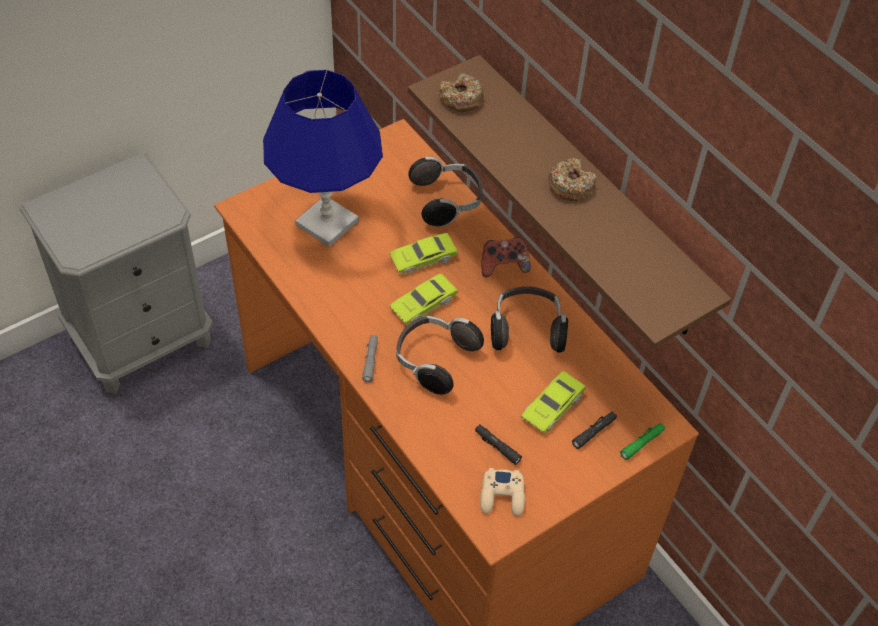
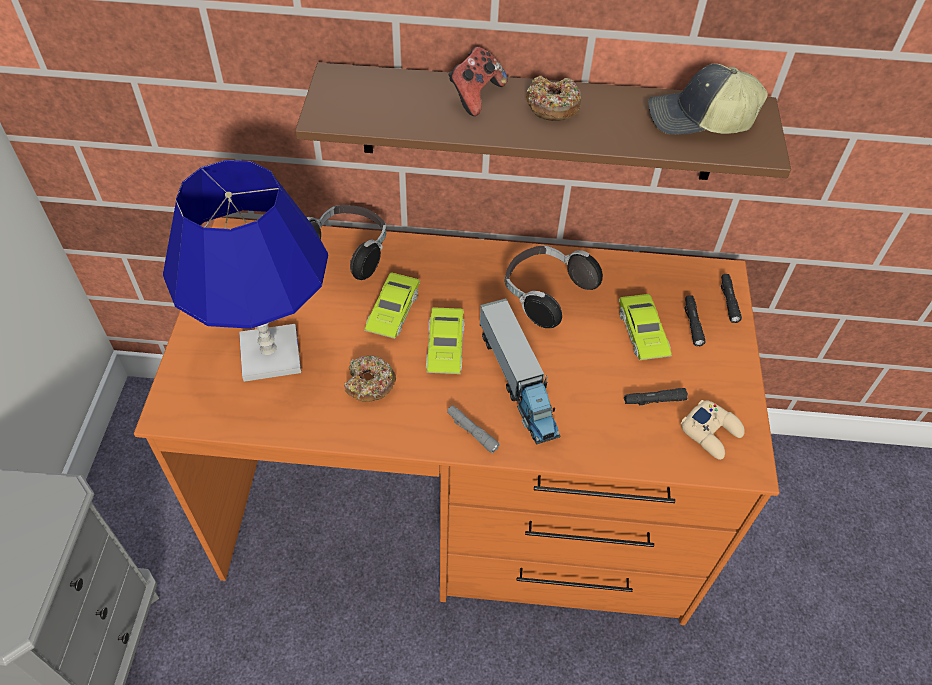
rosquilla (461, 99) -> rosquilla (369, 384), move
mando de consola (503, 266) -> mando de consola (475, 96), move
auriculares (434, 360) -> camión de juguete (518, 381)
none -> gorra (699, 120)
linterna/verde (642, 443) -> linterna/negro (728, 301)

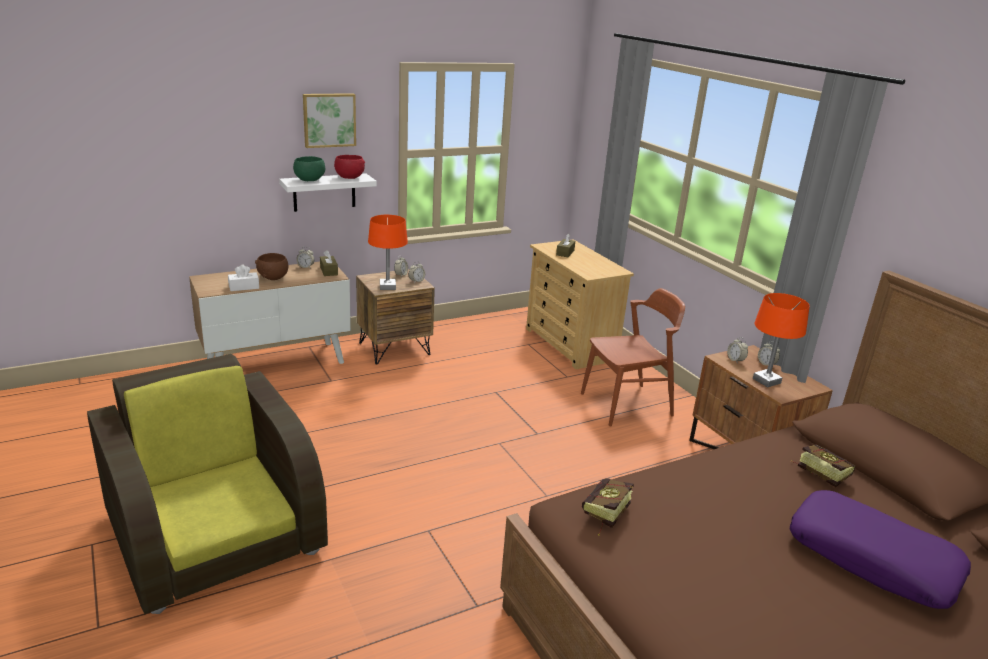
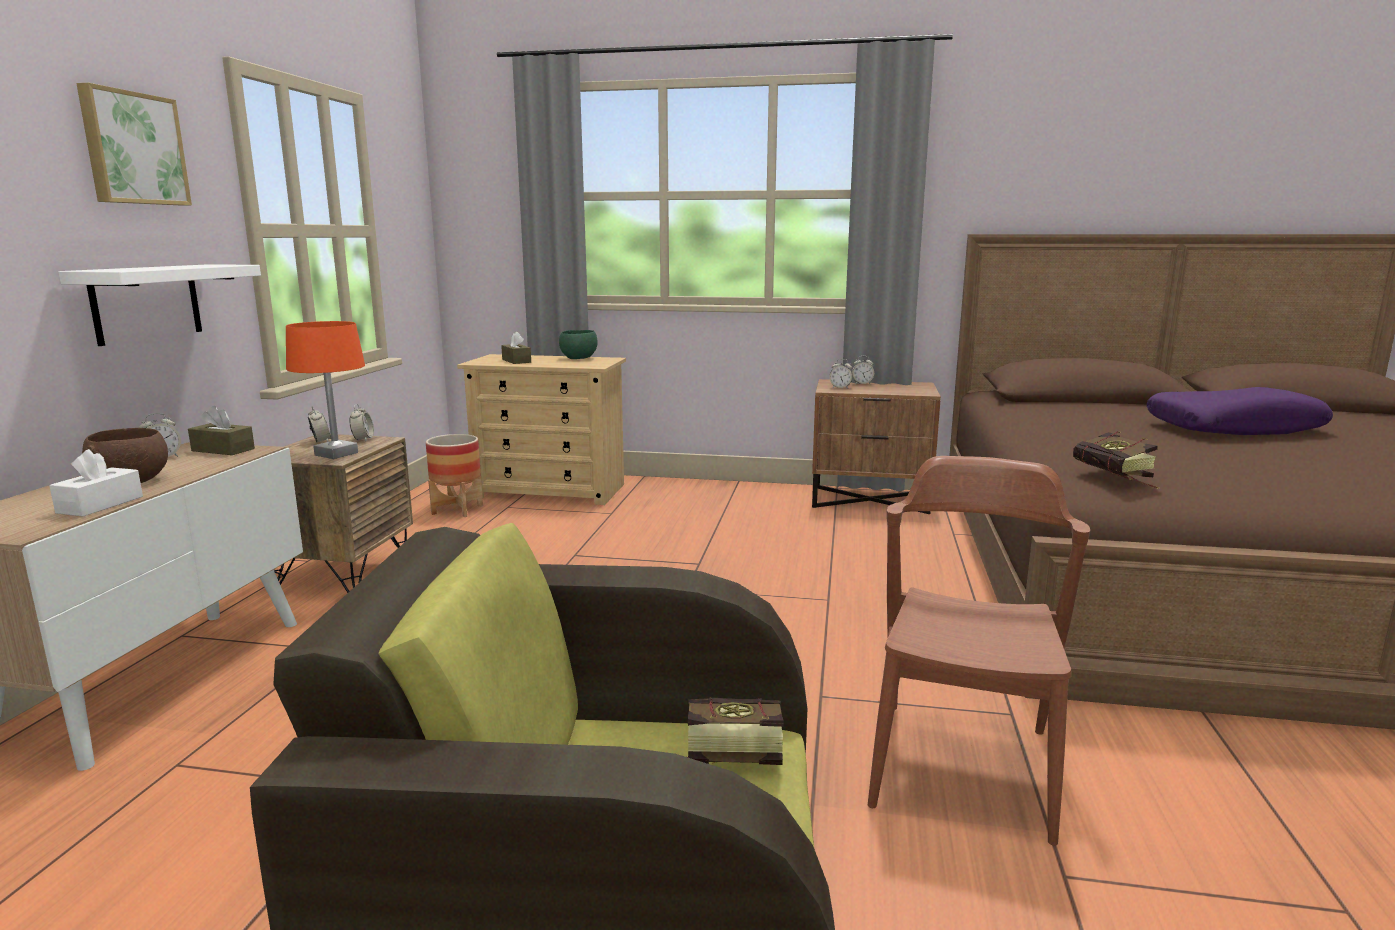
none -> maceta (457, 510)
cuenco/verde (309, 180) -> cuenco/verde (578, 358), move
libro (818, 472) -> libro (722, 753), move
silla/marrón (626, 404) -> silla/marrón (962, 766), move
cuenco/rojo (349, 177) -> none
lámpara de mesa/naranja (767, 381) -> none

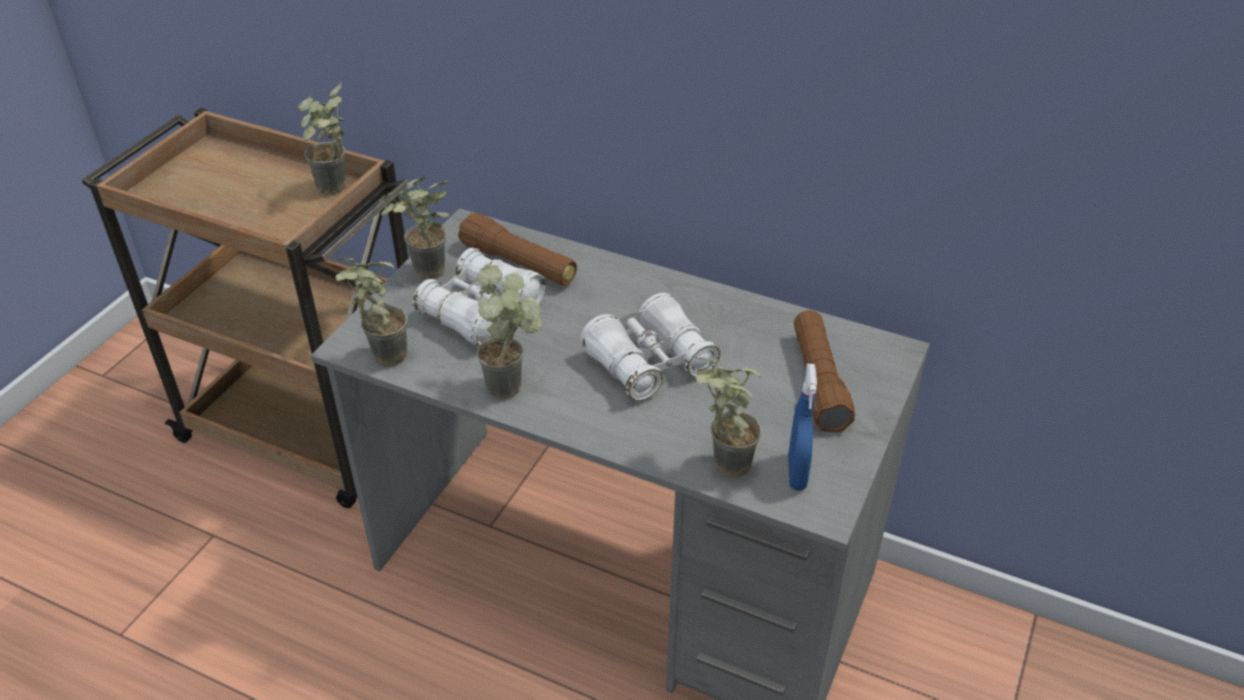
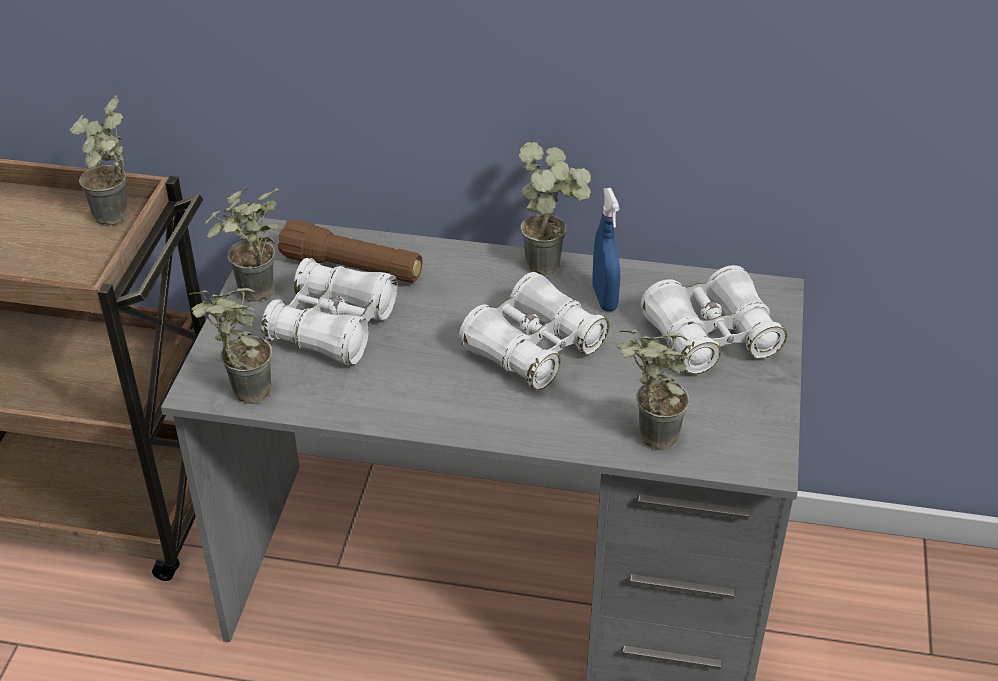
planta en maceta (515, 386) -> planta en maceta (552, 262), move
pulverizador/azul (796, 473) -> pulverizador/azul (604, 298), move
linterna/marrón (818, 382) -> prismáticos/blanco (711, 337)

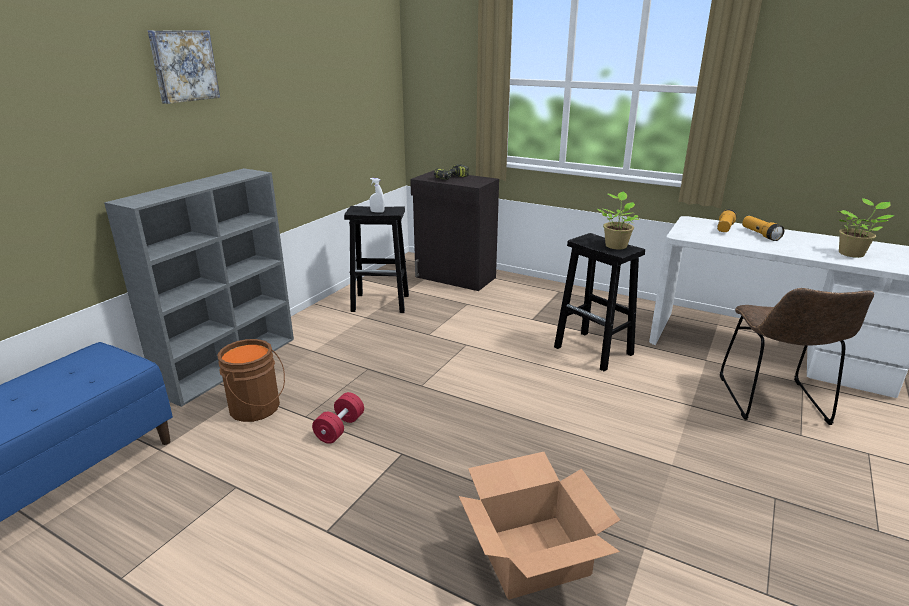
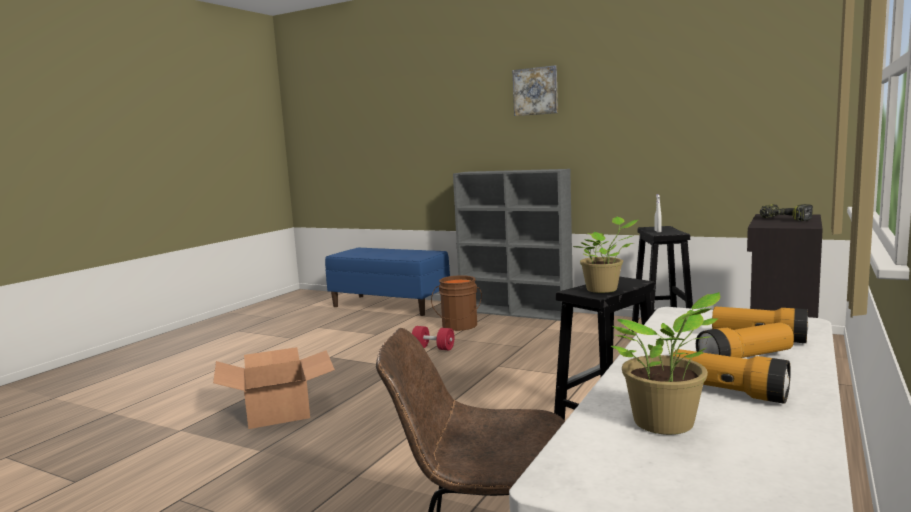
none -> linterna (728, 392)

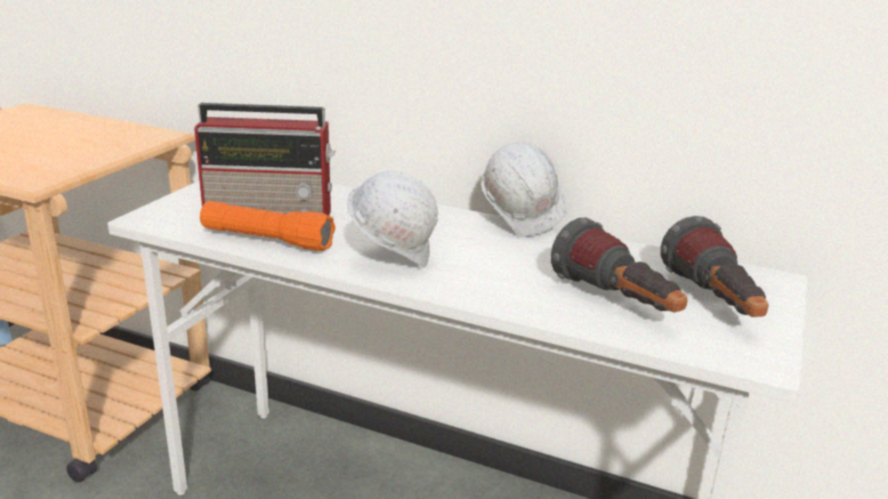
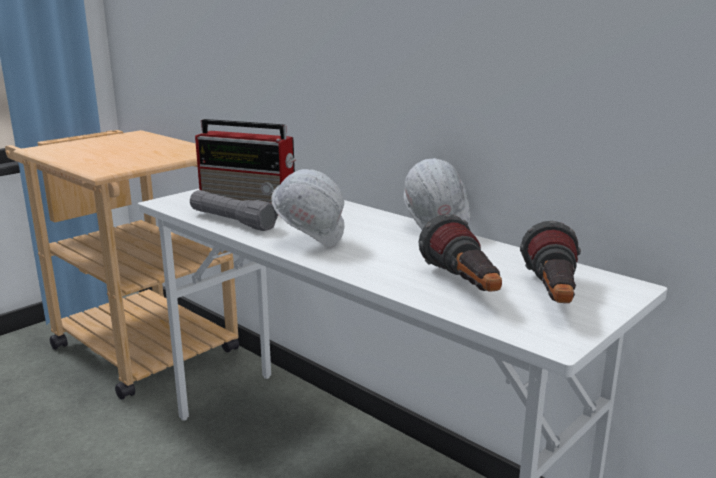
linterna/naranja (267, 240) -> linterna/gris (232, 221)

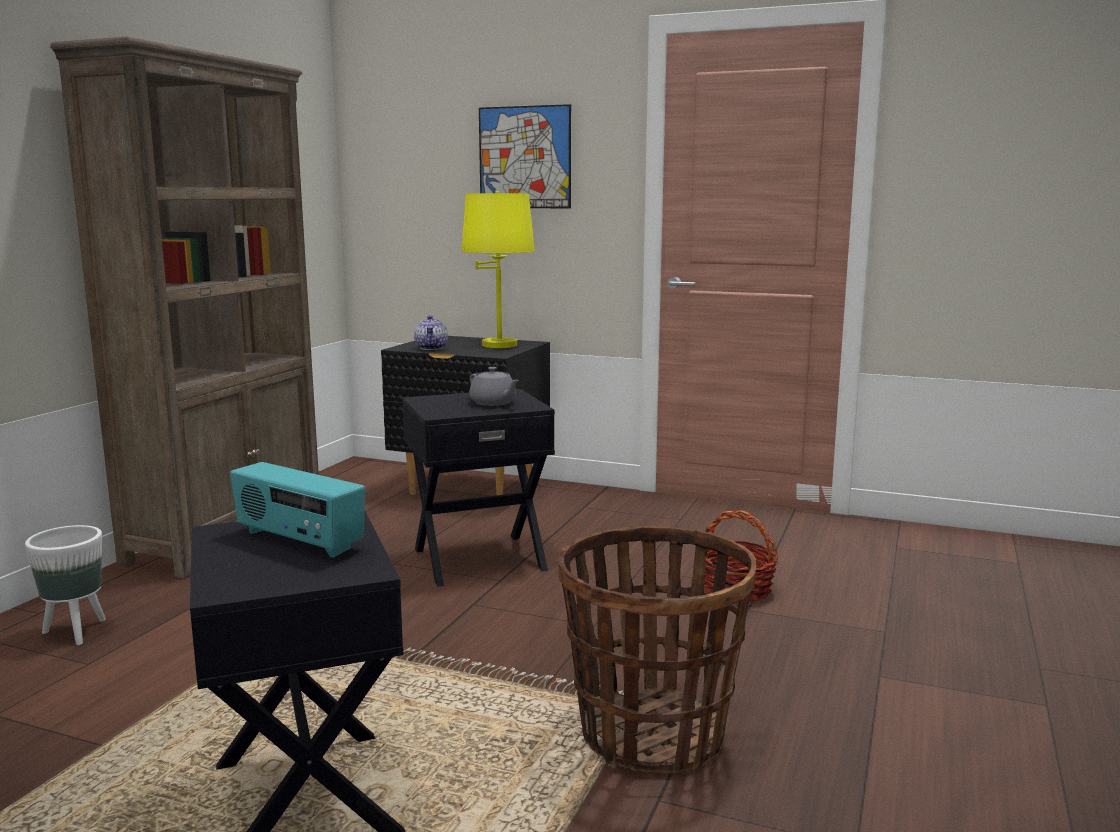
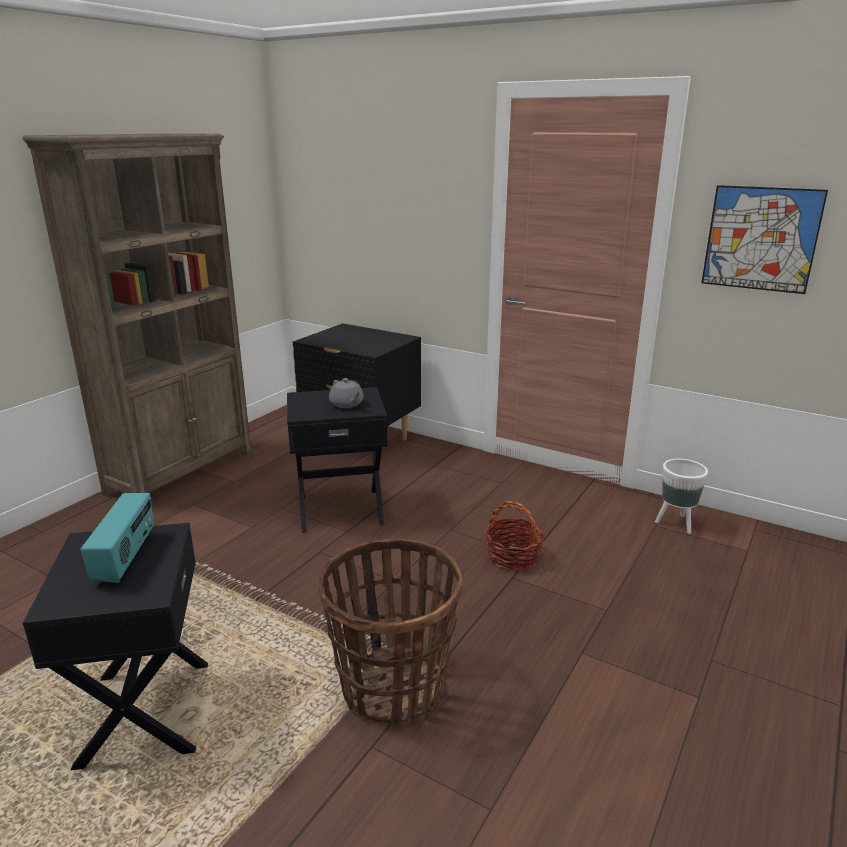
radio (298, 541) -> radio (126, 557), 135 degrees counterclockwise
maceta/blanco (76, 632) -> maceta/blanco (676, 524), move
cuadro (525, 157) -> cuadro (761, 239), move
tetera (432, 348) -> none
lámpara de mesa/amarillo (499, 345) -> none

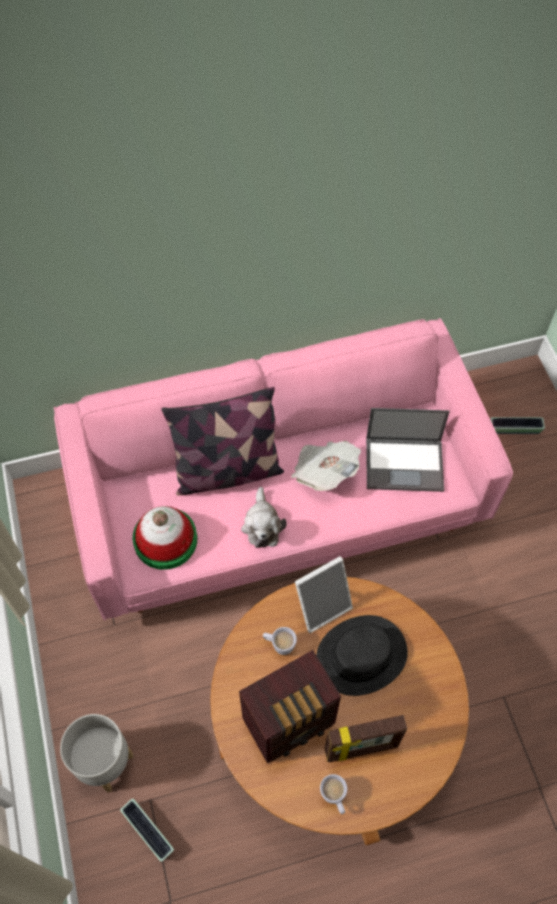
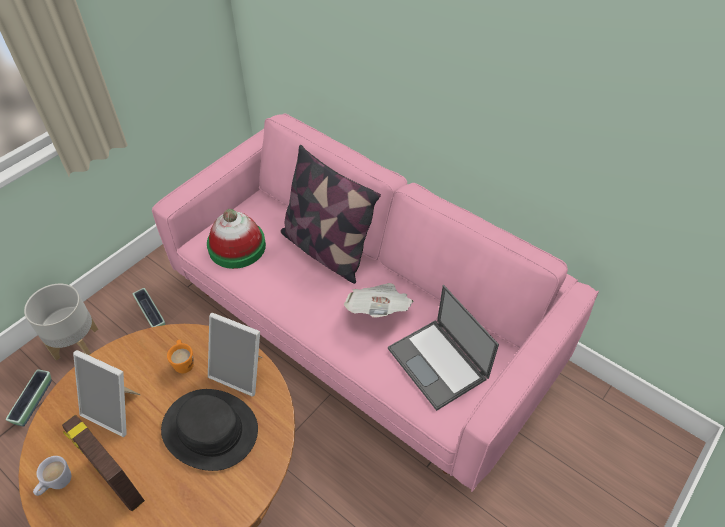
radio (291, 722) -> portarretratos (115, 410)
maceta (514, 430) -> maceta (151, 315), move
taza grande/blanco (279, 645) -> taza grande/naranja (184, 362)
peluche (262, 525) -> none

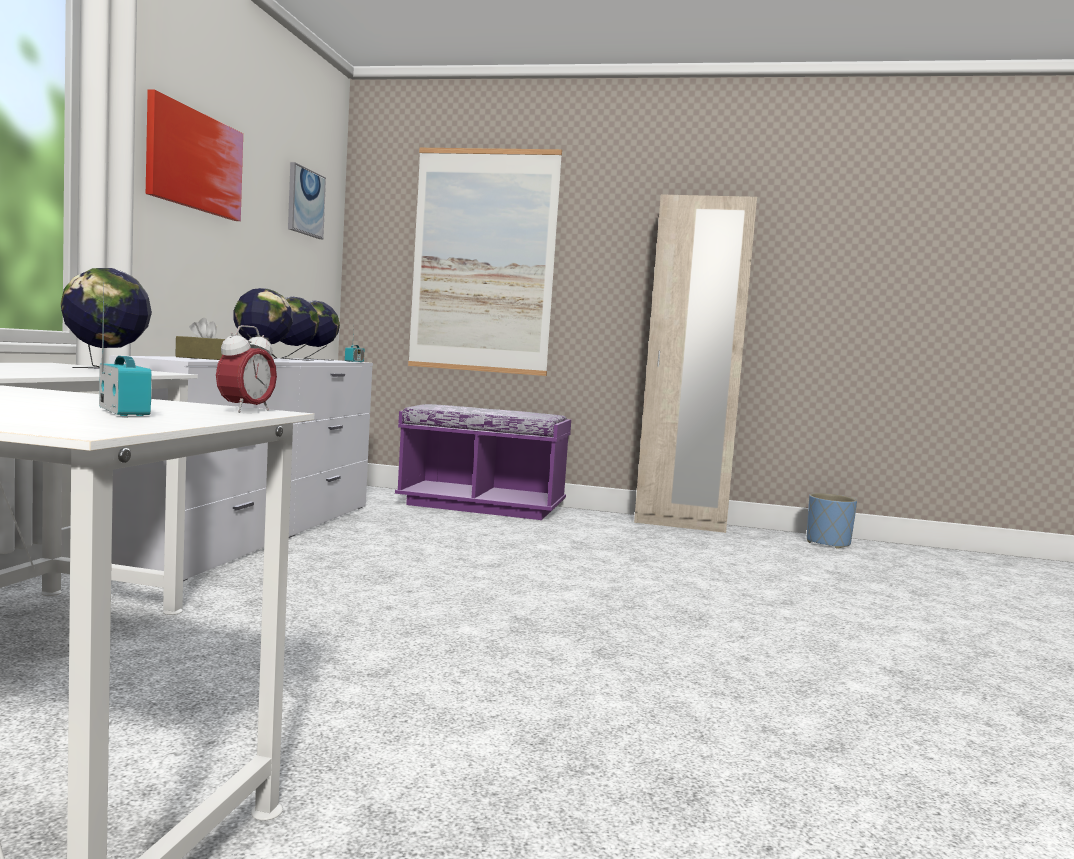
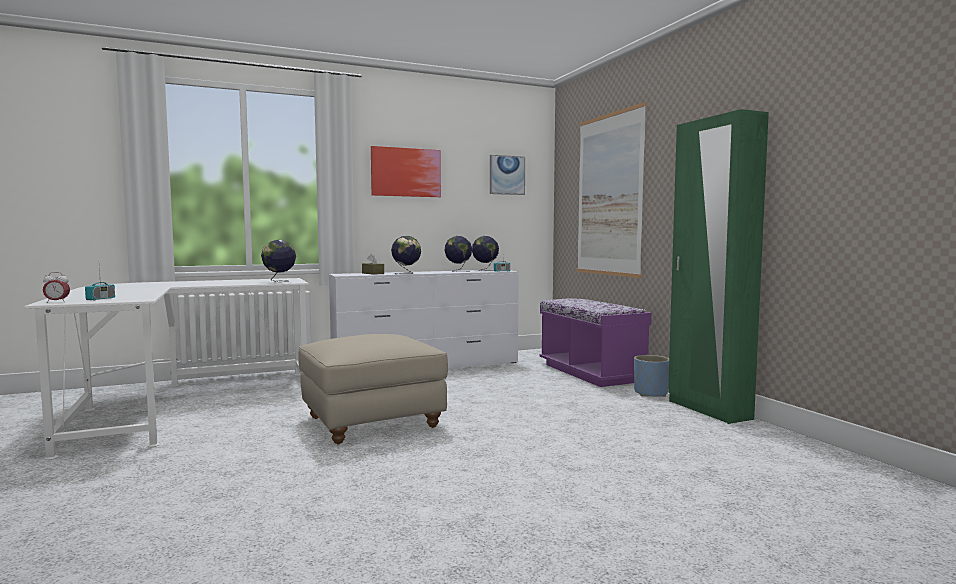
despertador (246, 410) -> despertador (57, 302), move
none -> puf/beis (372, 423)
maceta/azul (828, 543) -> maceta/azul (651, 393), move
armario ropero/beis (680, 524) -> armario ropero/verde (708, 410)

